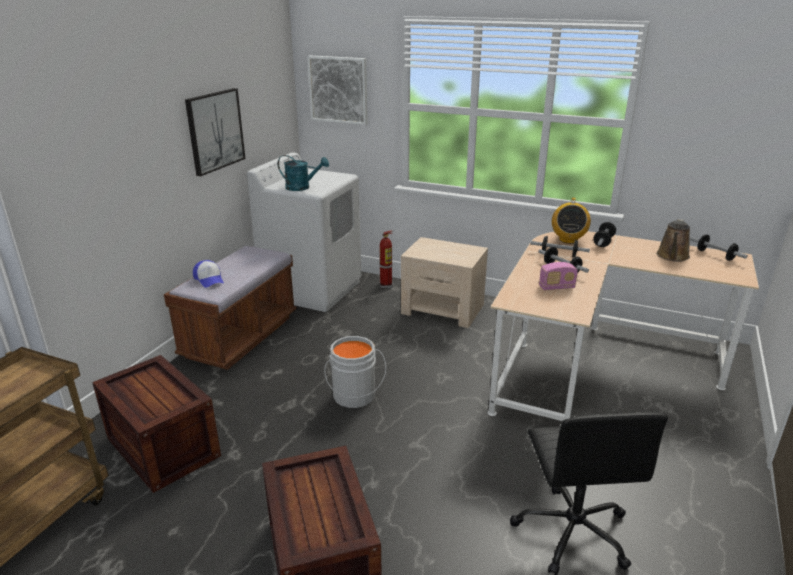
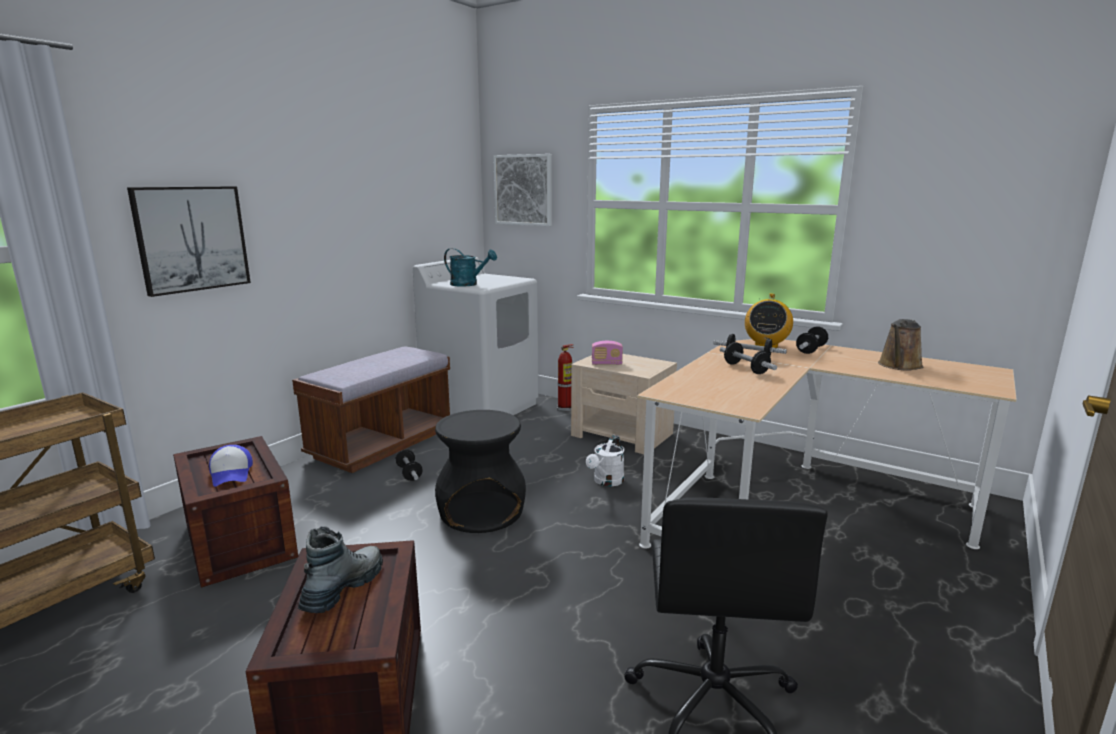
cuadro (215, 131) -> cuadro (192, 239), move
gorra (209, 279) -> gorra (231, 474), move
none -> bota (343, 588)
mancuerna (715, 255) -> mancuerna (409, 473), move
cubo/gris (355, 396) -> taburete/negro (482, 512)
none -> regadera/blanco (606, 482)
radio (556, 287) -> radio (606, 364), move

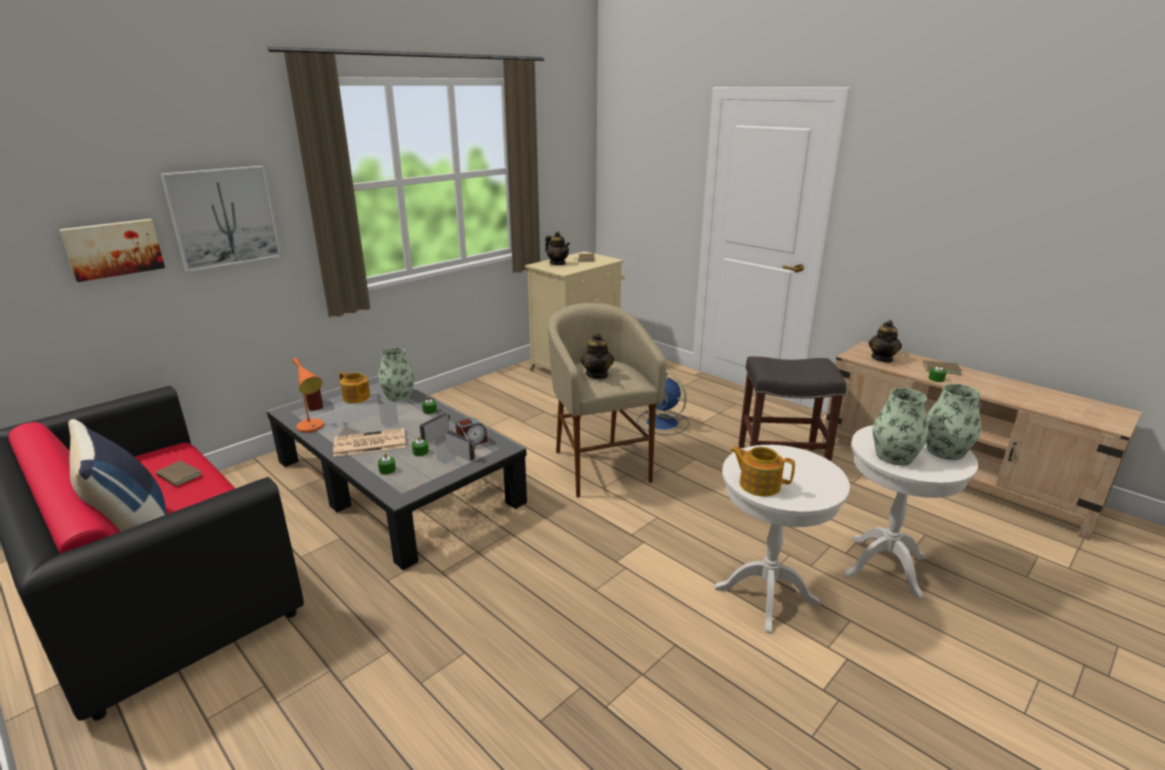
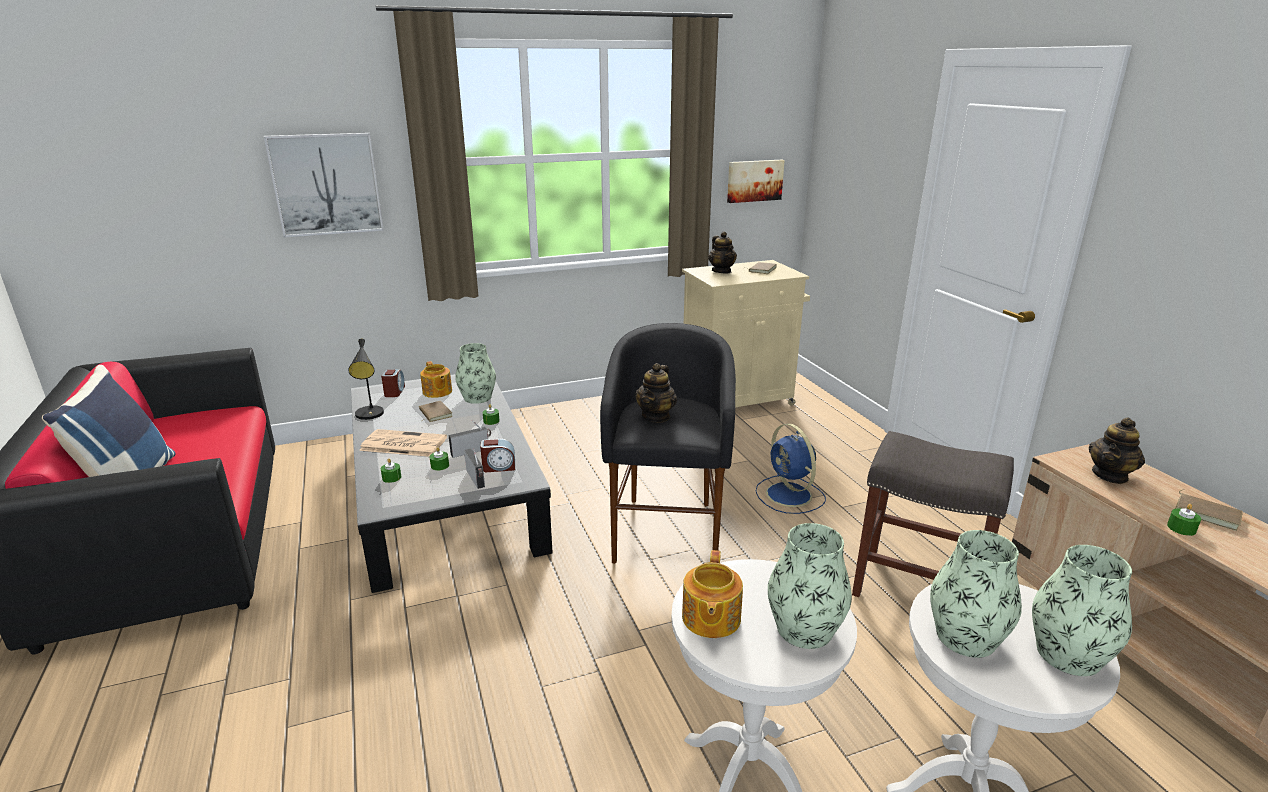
lámpara de mesa/naranja (312, 428) -> lámpara de mesa/negro (370, 415)
libro/marrón (177, 476) -> libro/marrón (434, 413), move
taburete/beis (599, 466) -> taburete/negro (667, 531)
tetera (758, 484) -> tetera (710, 618), 135 degrees counterclockwise
cuadro (113, 249) -> cuadro (754, 180), move
none -> florero (804, 629)

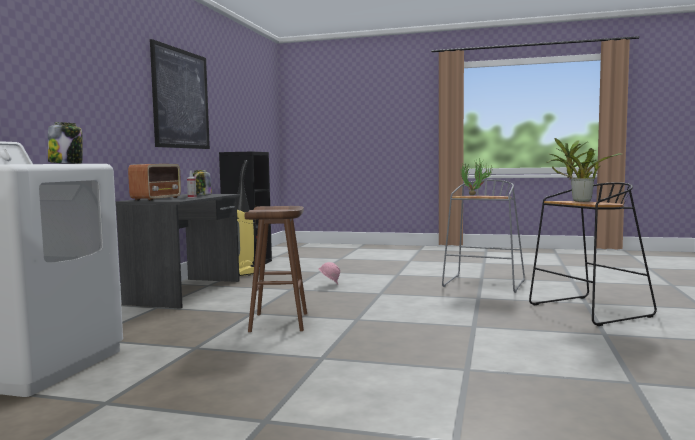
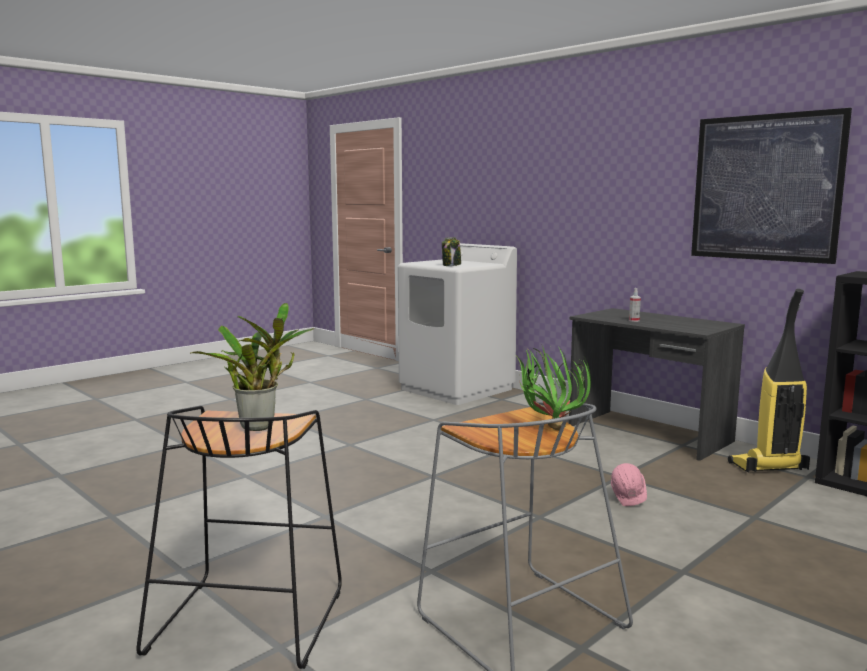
radio (157, 199) -> none
tarro (201, 195) -> none
taburete/marrón (279, 322) -> none

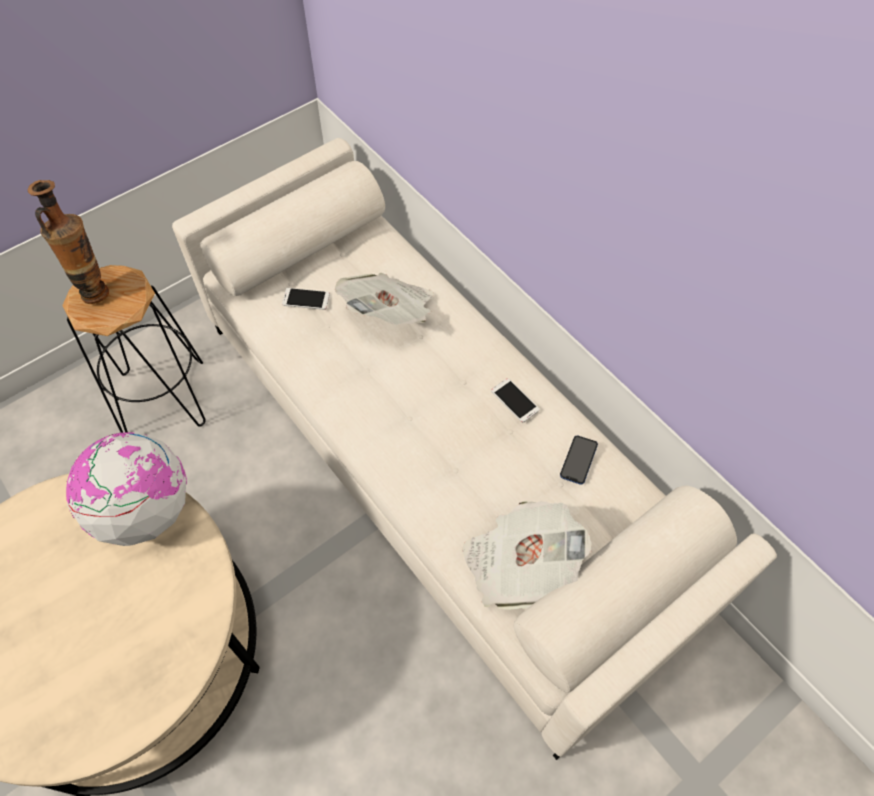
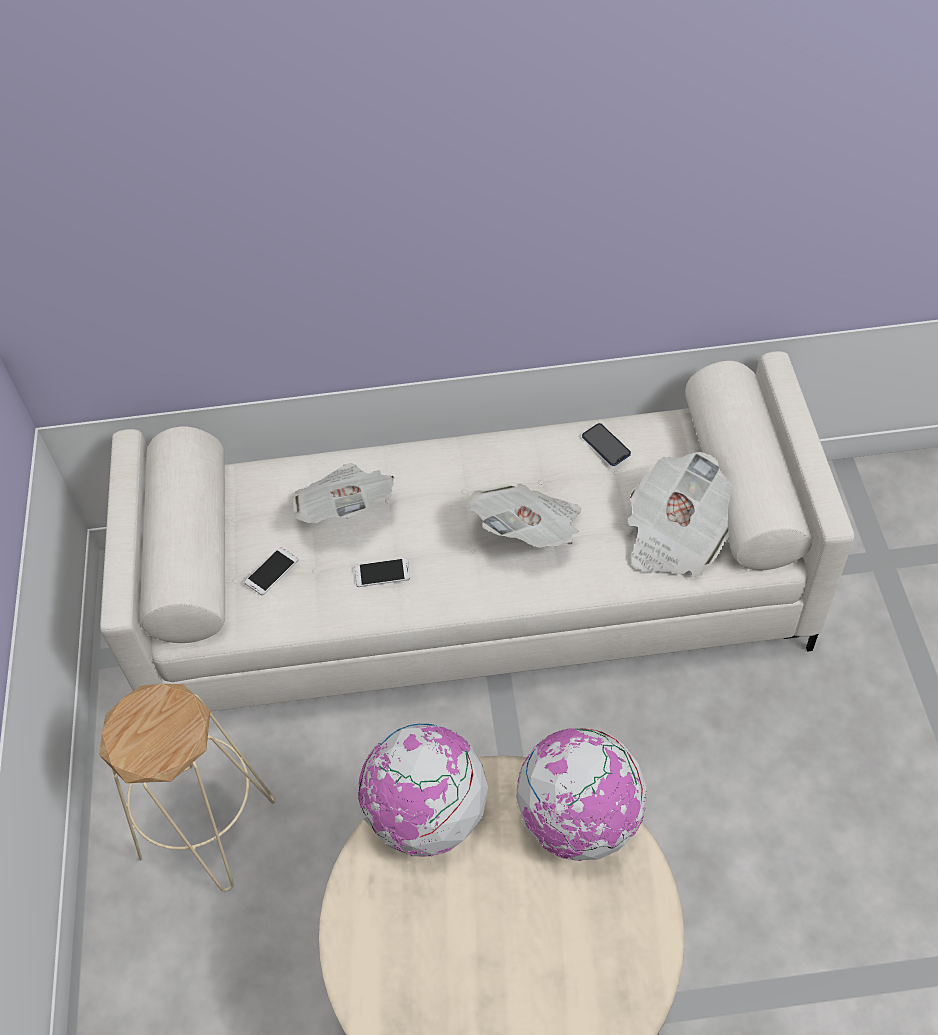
taburete/negro (165, 398) -> taburete/beis (207, 826)
móvil (515, 400) -> móvil (382, 573), move
none -> periódico (530, 532)
none -> globo terráqueo (580, 820)
florero (95, 288) -> none

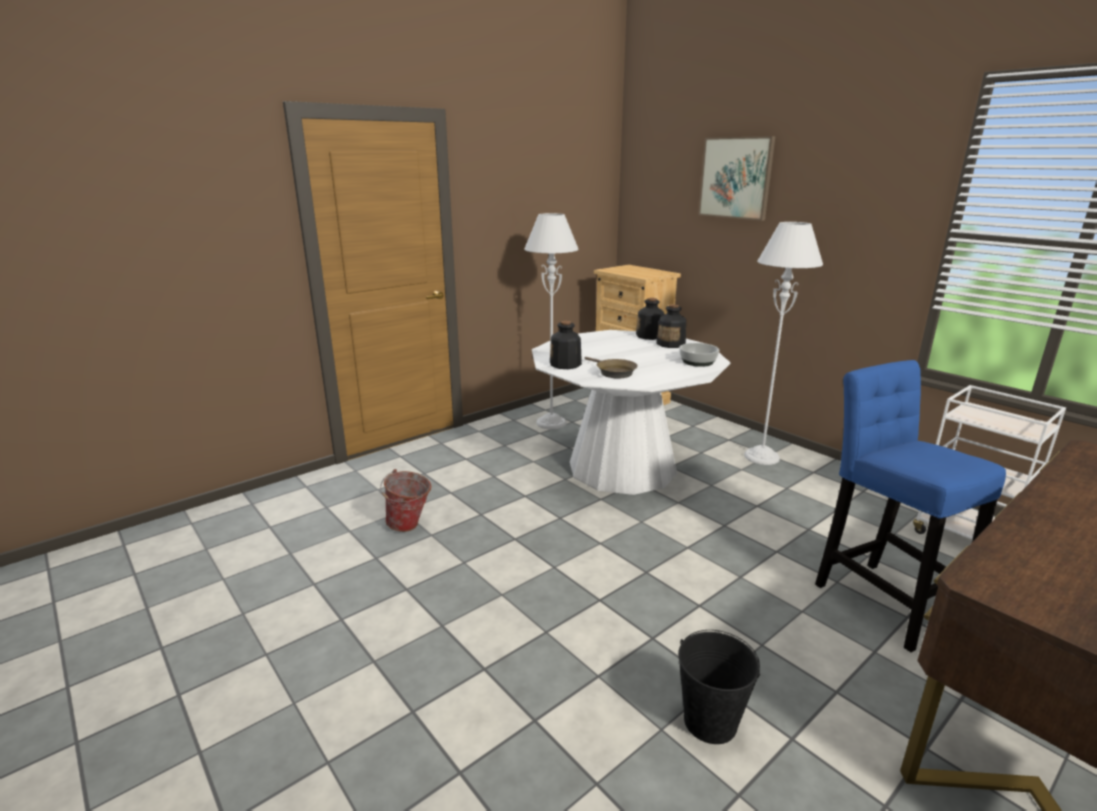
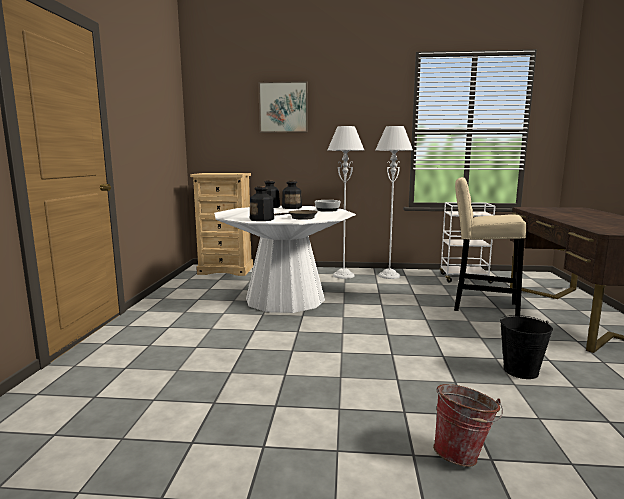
lámpara de pie/gris (551, 423) -> lámpara de pie/gris (389, 275), move
cubo (409, 526) -> cubo (463, 455), move
taburete/azul (880, 599) -> taburete/beis (481, 306)

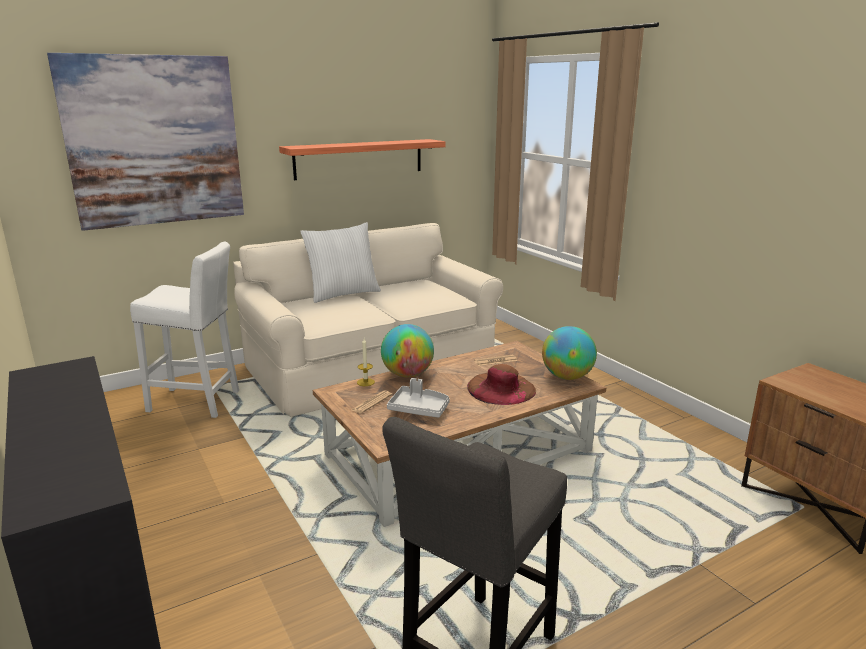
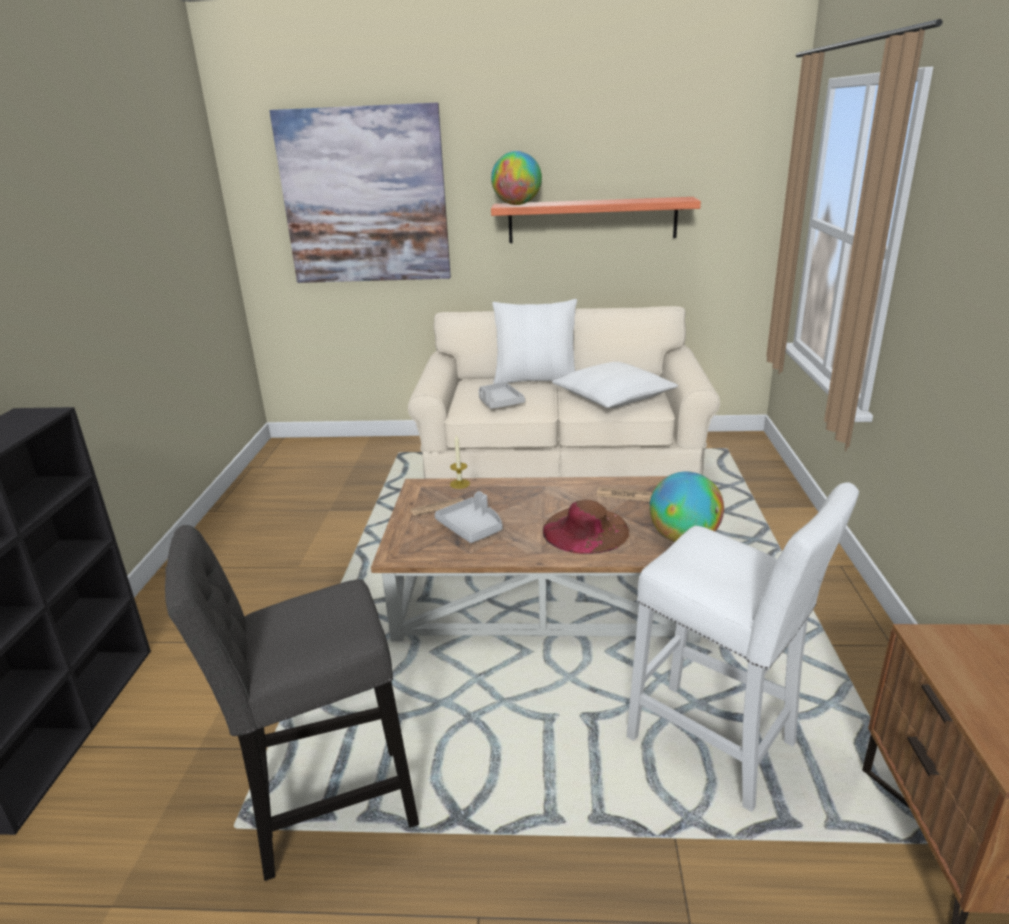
none -> bandeja/gris (499, 402)
globo terráqueo (407, 374) -> globo terráqueo (517, 204), move
none -> cojín/blanco (613, 397)
taburete/blanco (198, 402) -> taburete/blanco (718, 747), move

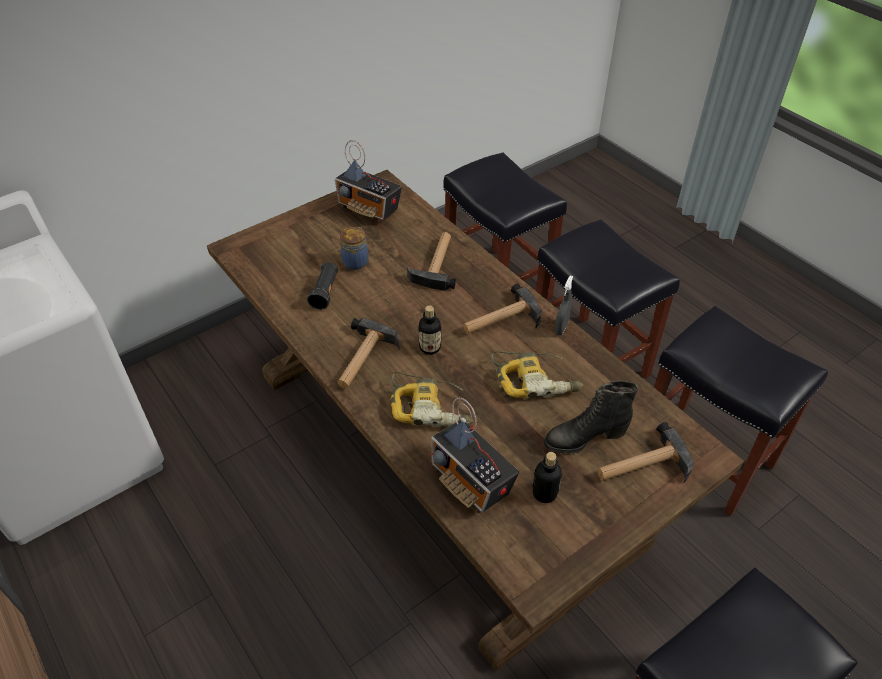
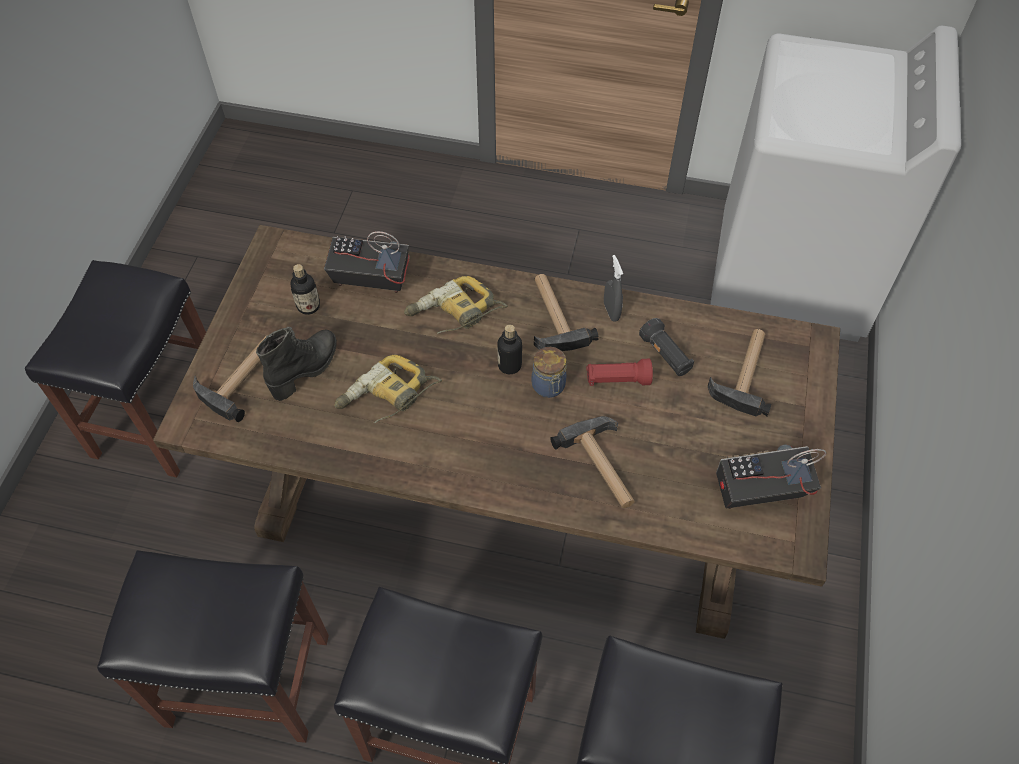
tarro (356, 261) -> tarro (549, 387), move
none -> linterna/rojo (617, 380)
pulverizador/gris (561, 327) -> pulverizador/gris (611, 311), move
martillo (500, 320) -> martillo (745, 372), move

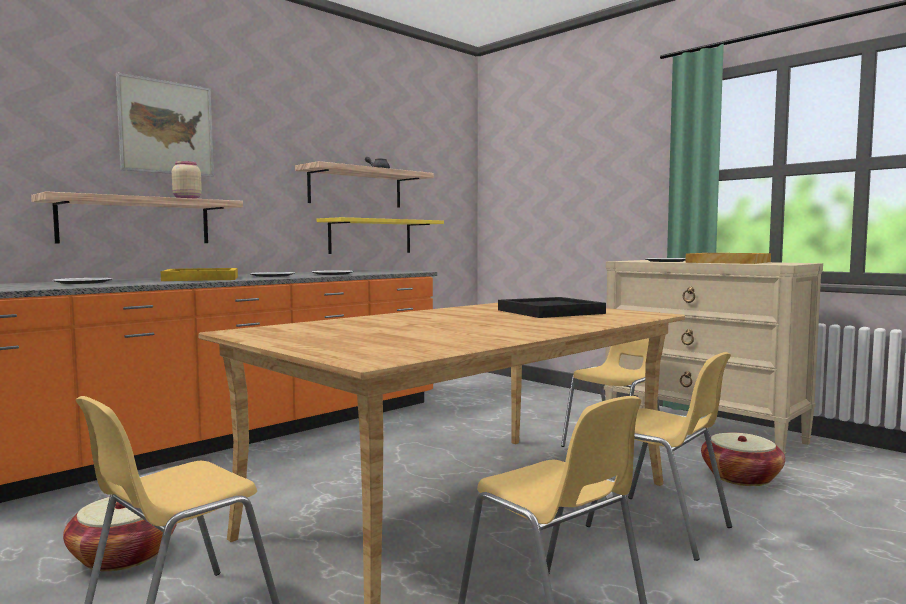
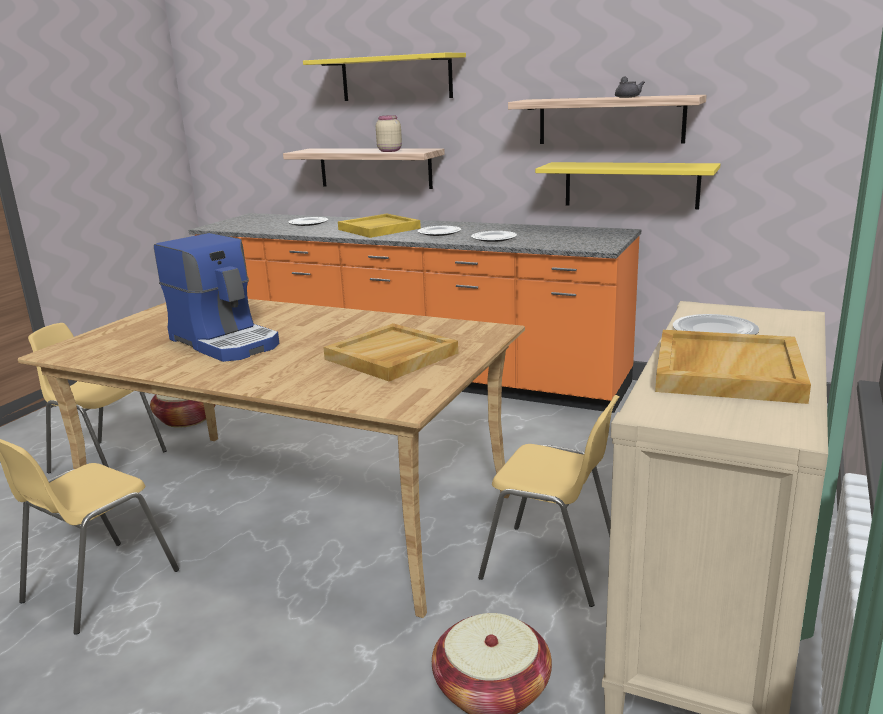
none -> cafetera (226, 342)
cuadro (167, 127) -> estante/amarillo (396, 78)
bandeja/negro (551, 312) -> bandeja/beis (391, 356)
silla/amarillo (660, 527) -> none

